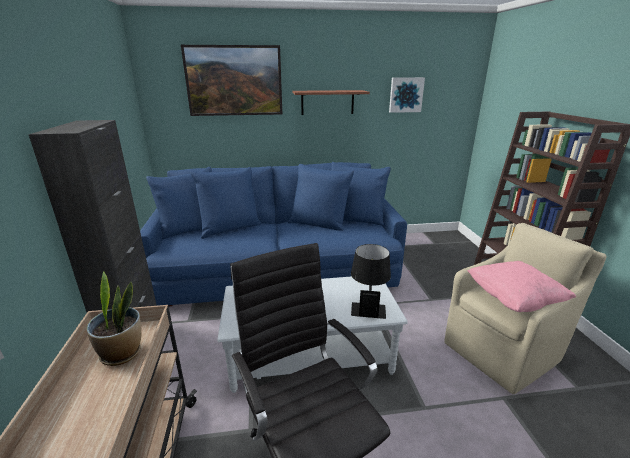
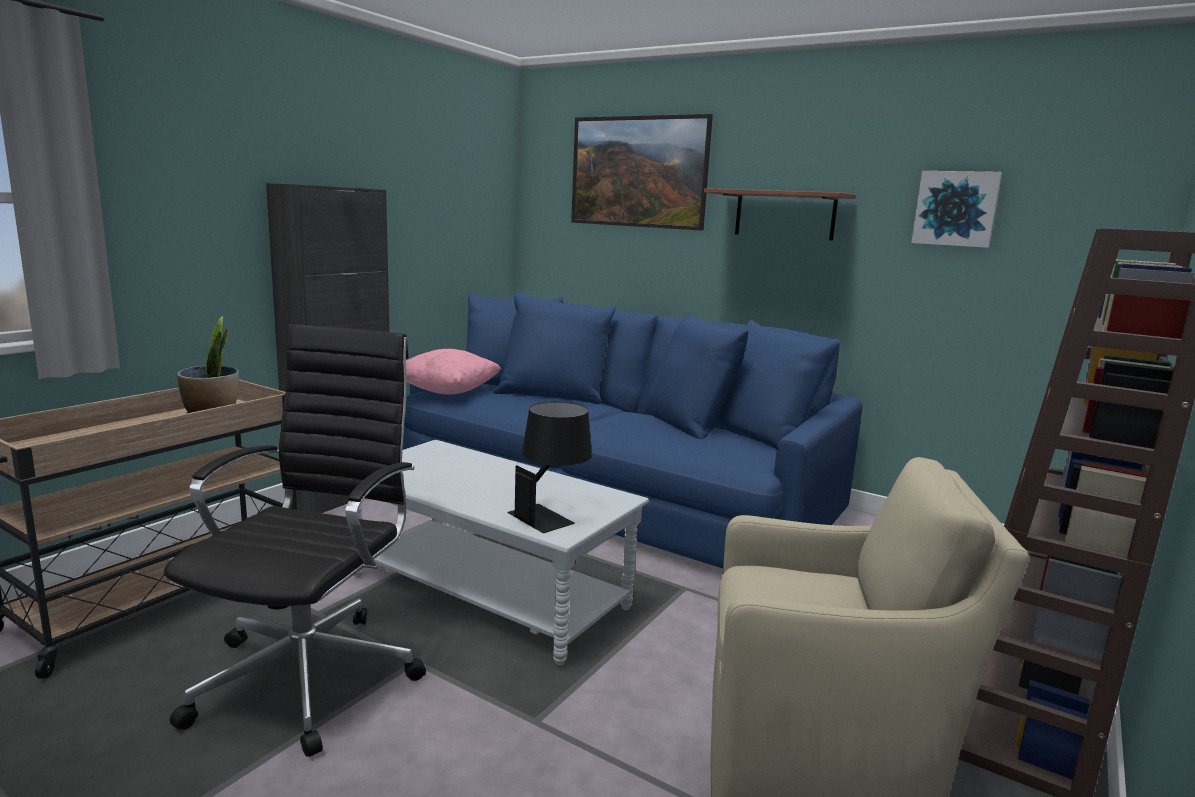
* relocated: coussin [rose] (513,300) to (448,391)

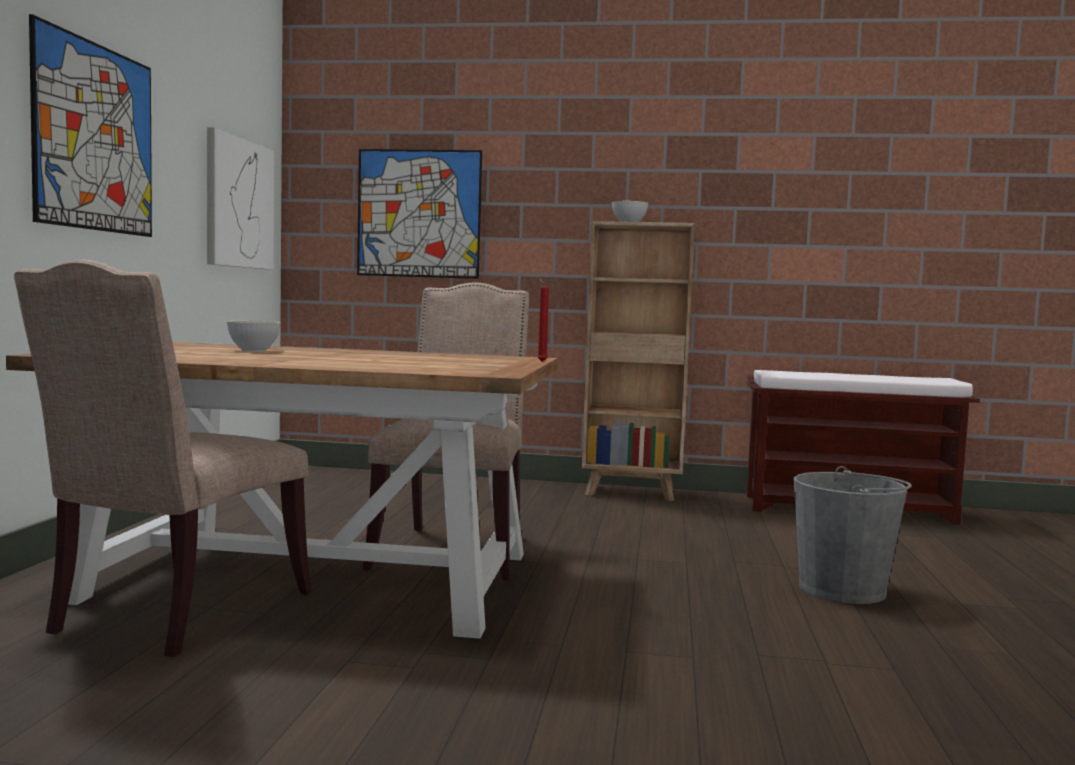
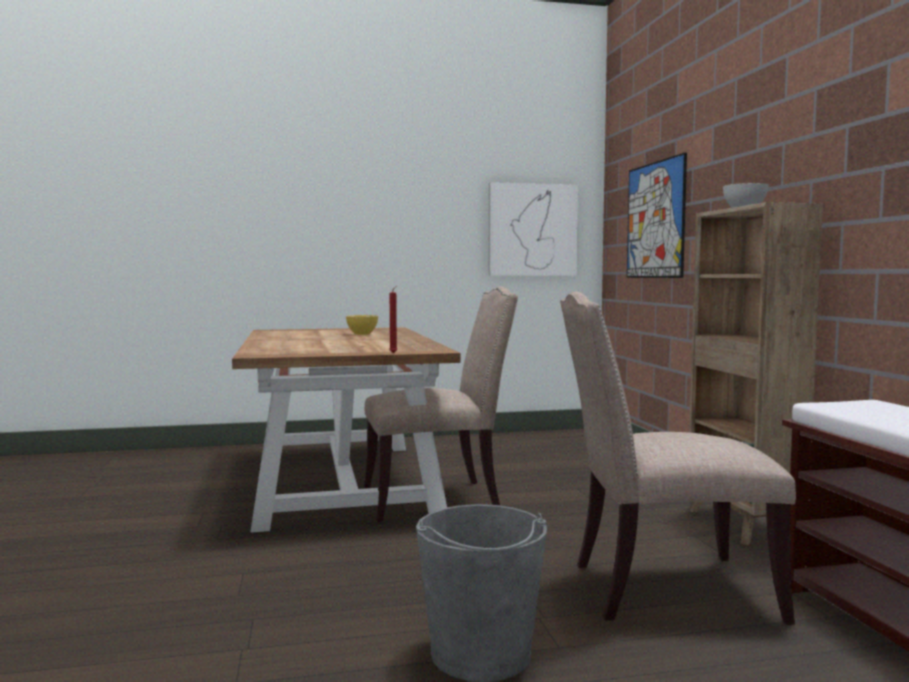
* missing: tableau (95,137)
* relocated: chaise [beige] (174,615) to (663,590)
* colour: bol [gris] (253,350) to bol [jaune] (362,334)

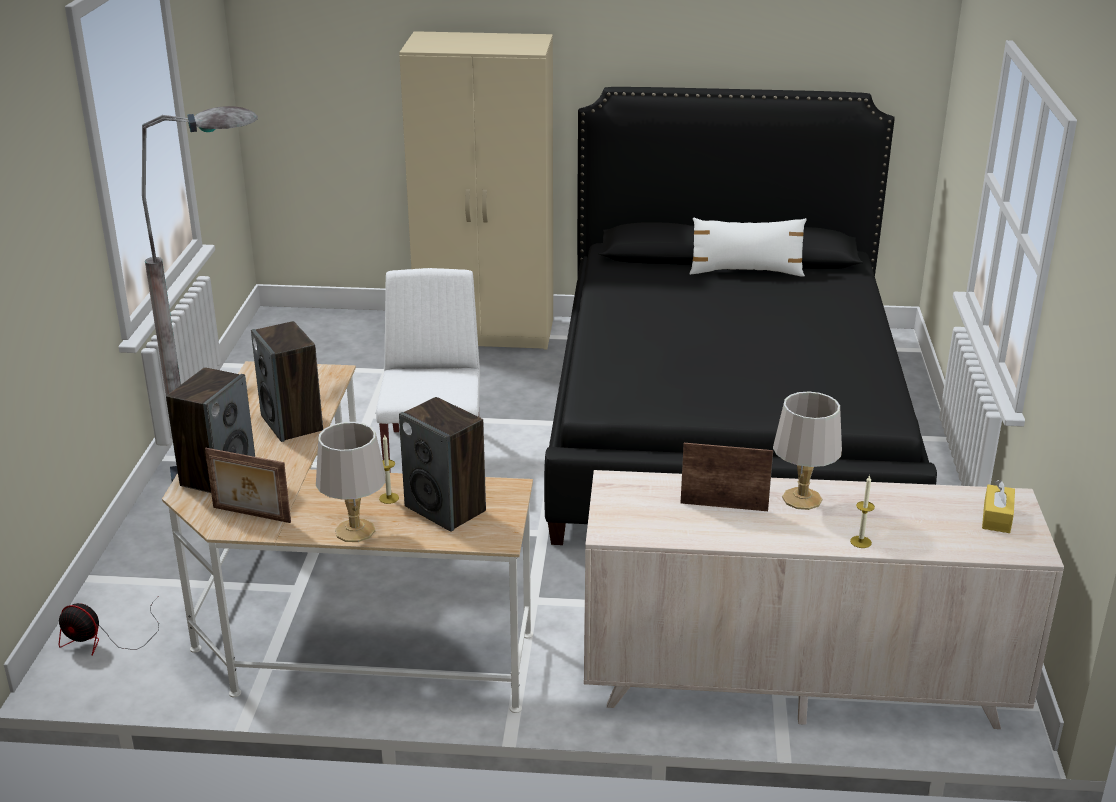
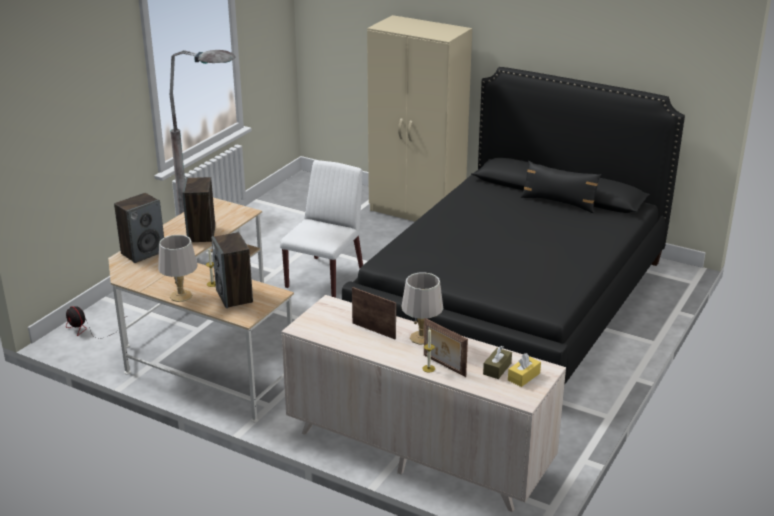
* colour: coussin [blanc] (746,271) to coussin [noir] (558,202)
* relocated: cadre photo (251,515) to (443,366)
* appeared: boîte à mouchoirs [marron] (497,369)

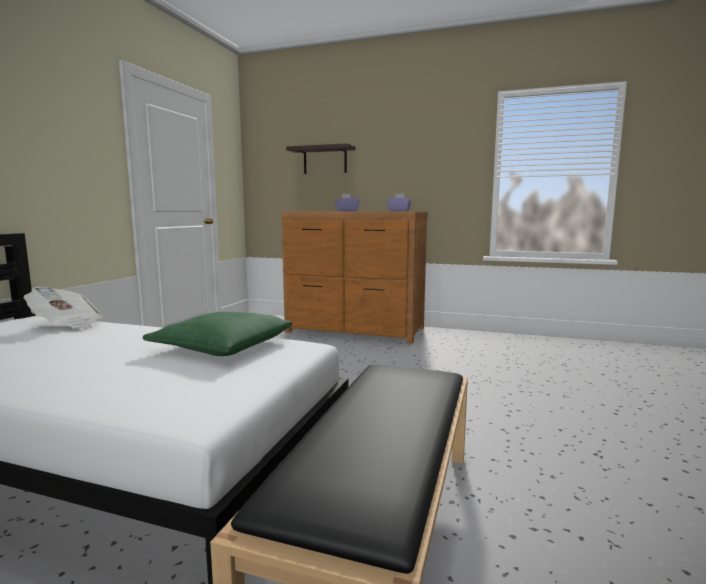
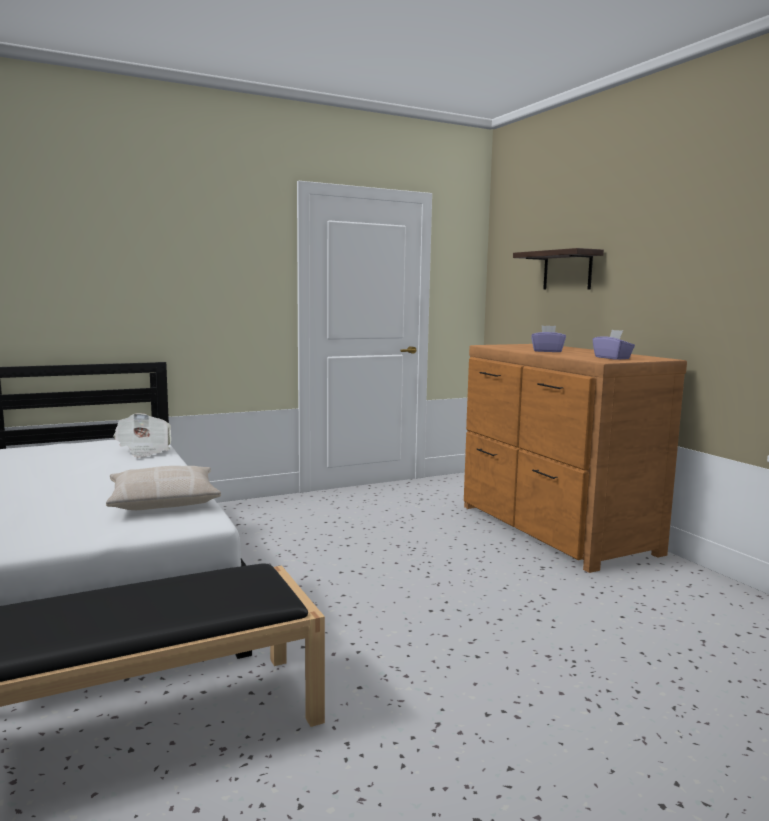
* colour: coussin [vert] (222,346) to coussin [beige] (163,500)

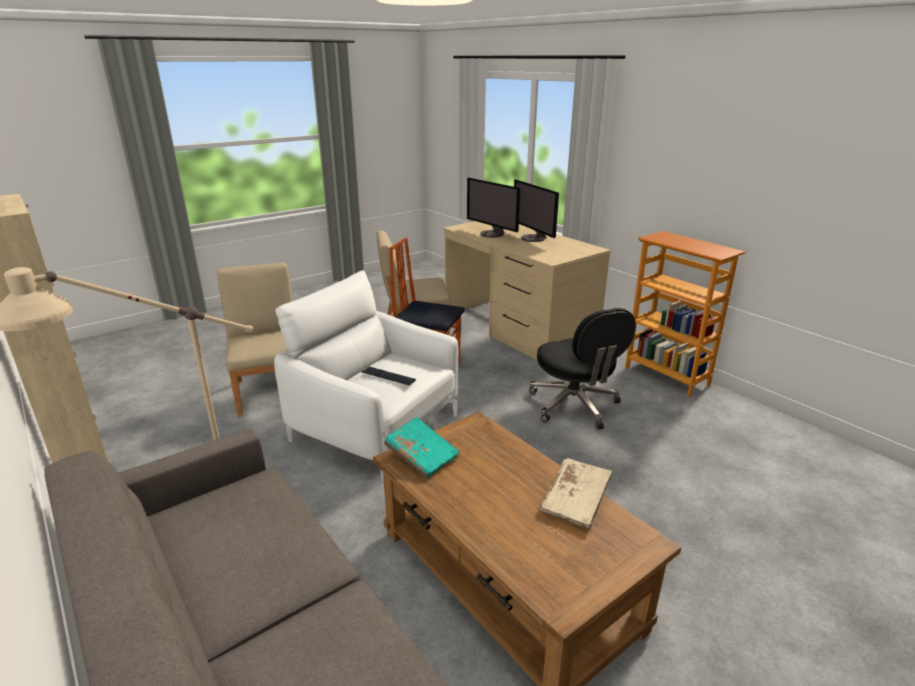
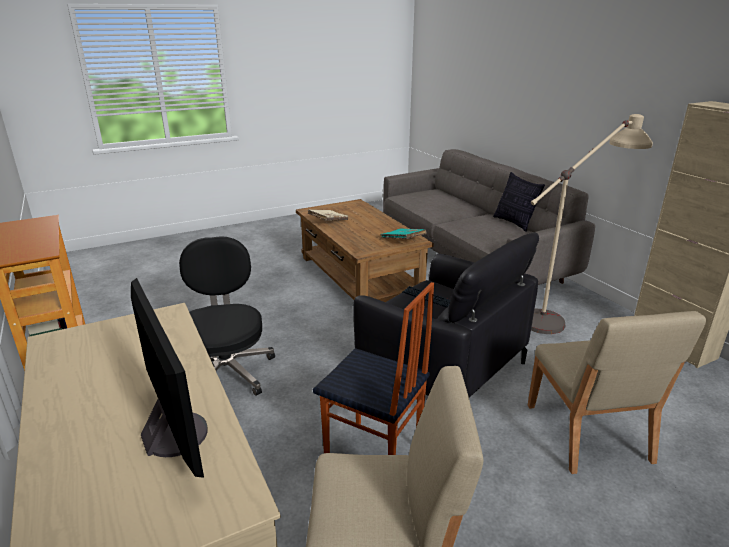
* missing: écran d'ordinateur (533,238)
* colour: fauteuil [blanc] (376,428) to fauteuil [noir] (441,368)
* appeared: coussin (514,223)

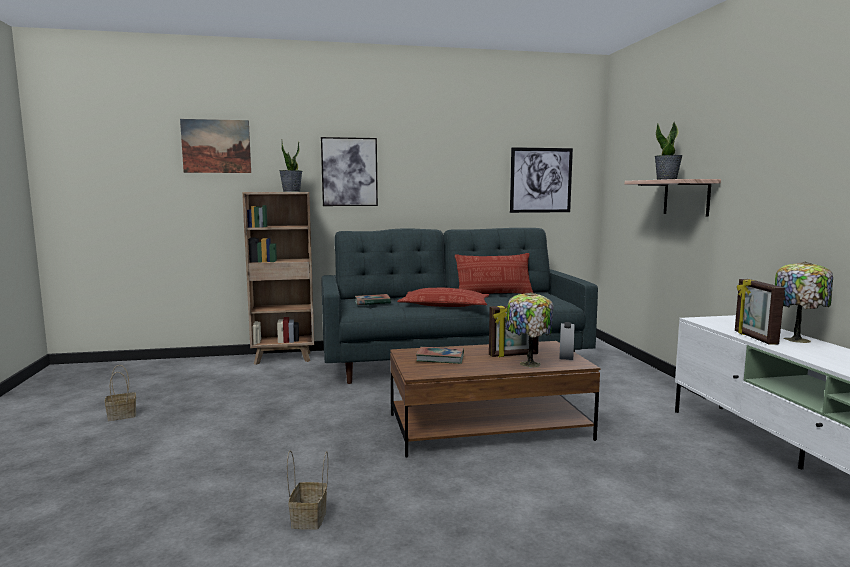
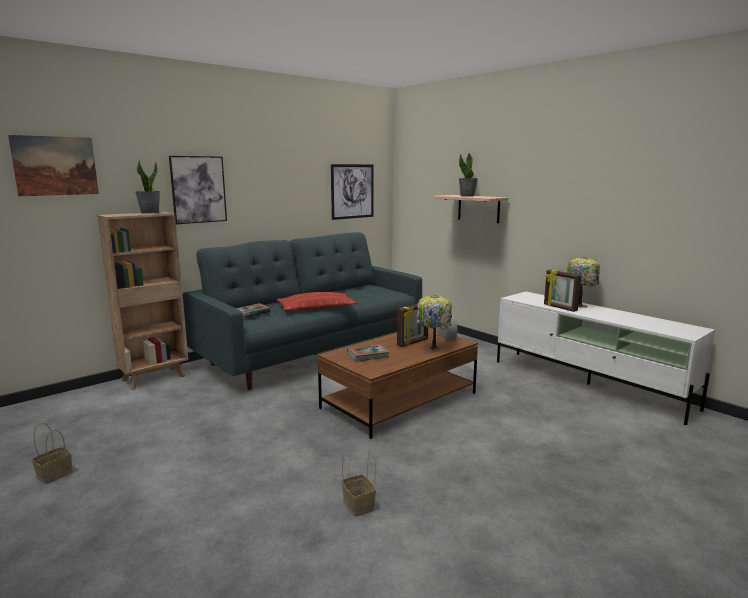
* missing: coussin (494,295)

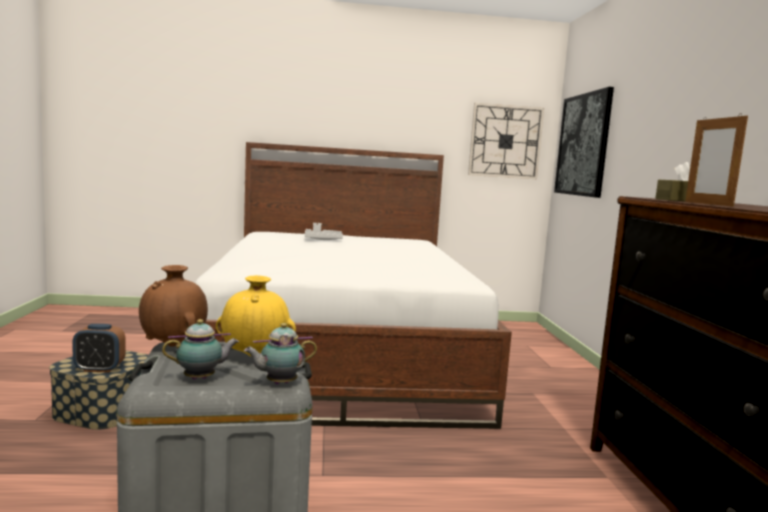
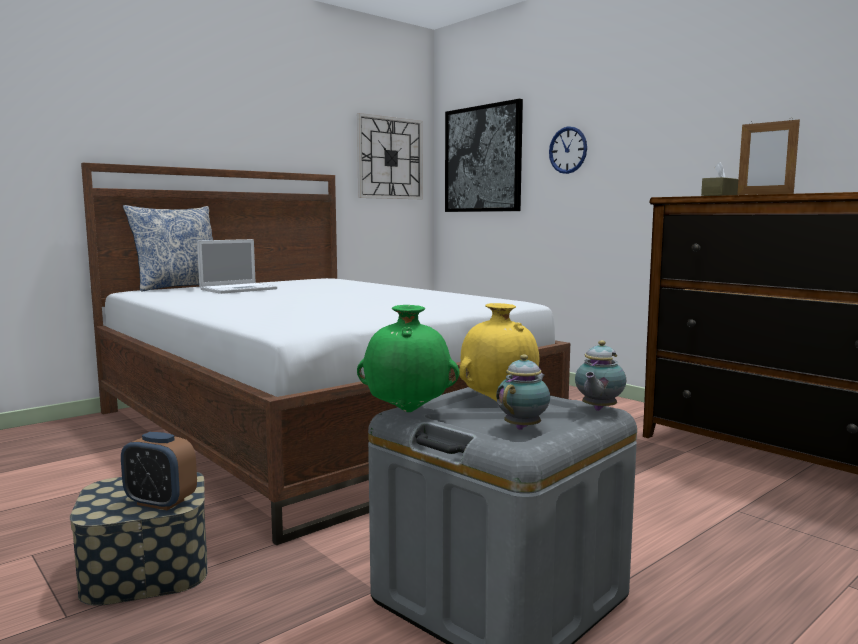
* exchanged: plateau [gris] (323,239) to ordinateur portable (239,289)
* colour: vase [marron] (174,345) to vase [vert] (408,411)
* spun: réveil (99,369) = (160,502) 60 degrees clockwise
* appeared: horloge murale (568,150)
* appeared: coussin (178,287)

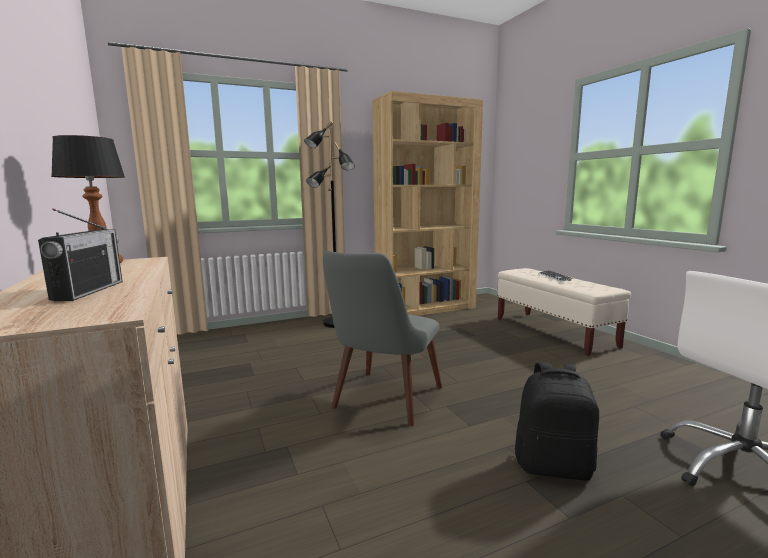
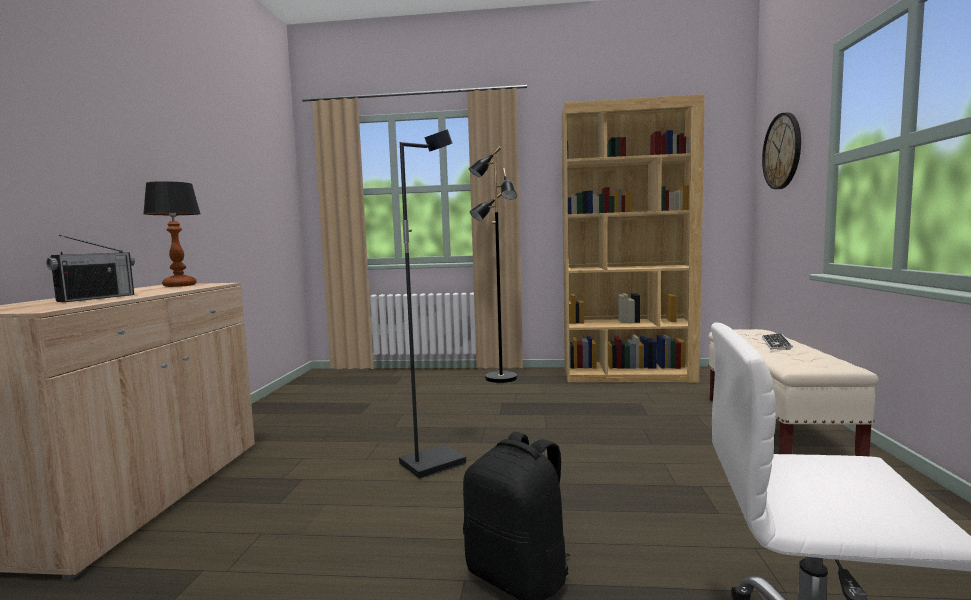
* exchanged: chaise [gris] (382,403) to lampadaire [noir] (432,463)
* appeared: horloge murale (782,151)

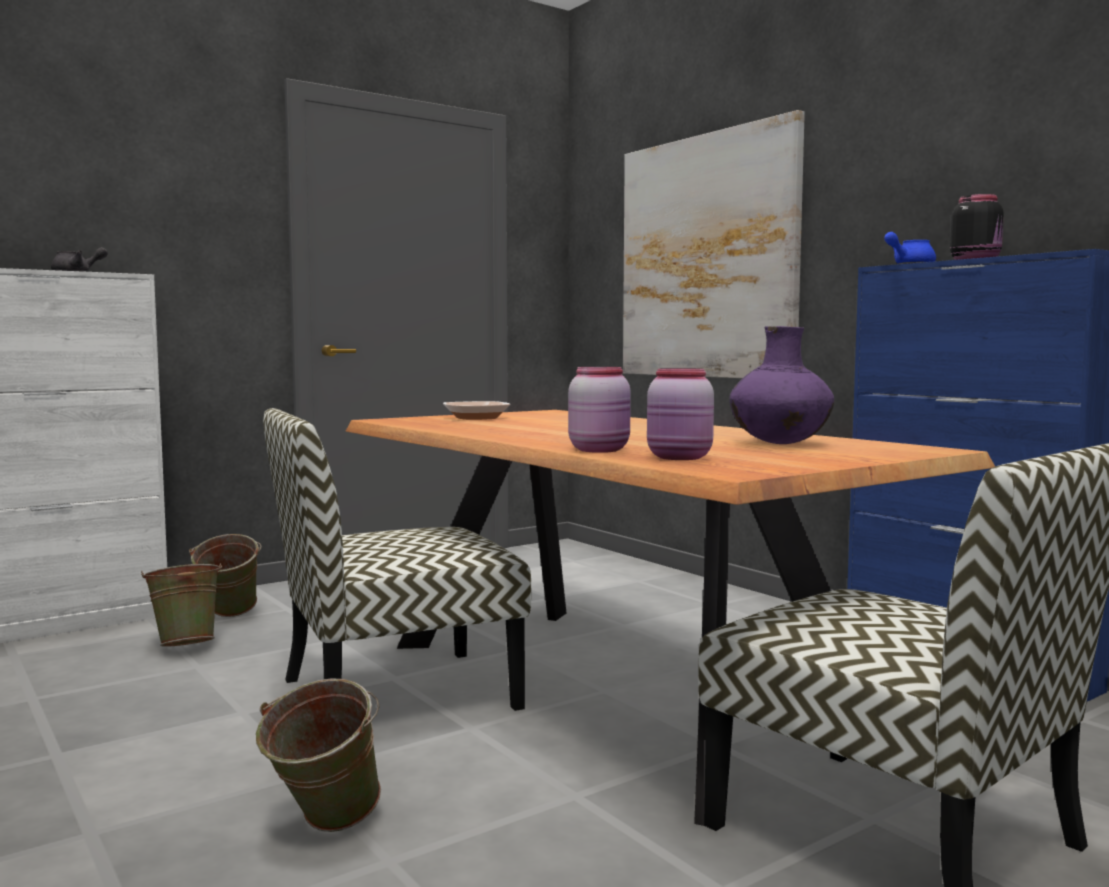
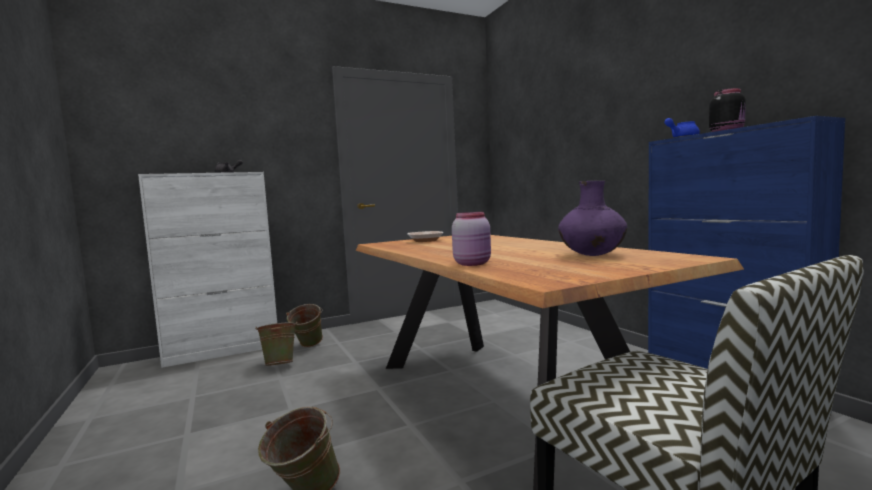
* missing: tableau (706,257)
* missing: bocal [rose] (680,458)
* missing: chaise (395,695)

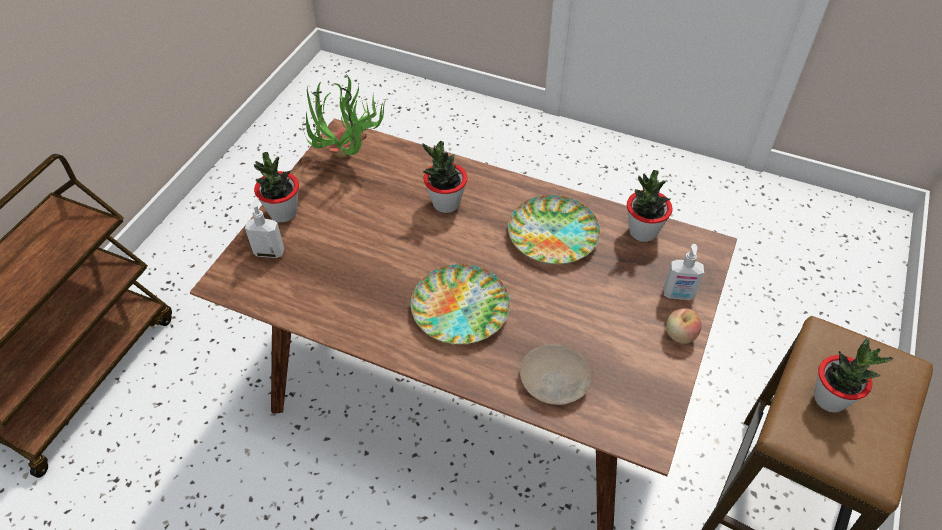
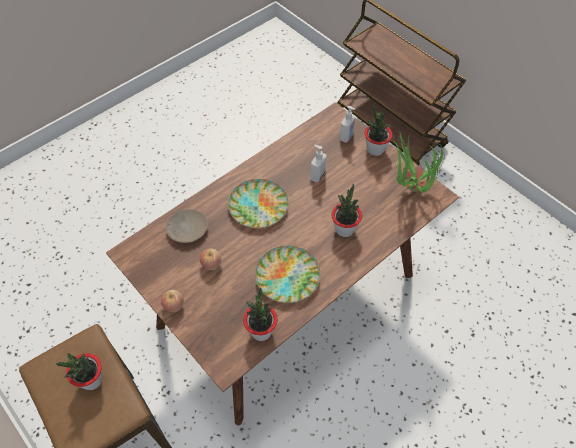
* relocated: distributeur de savon (678,295) to (317,176)
* appeared: pomme (211,264)

